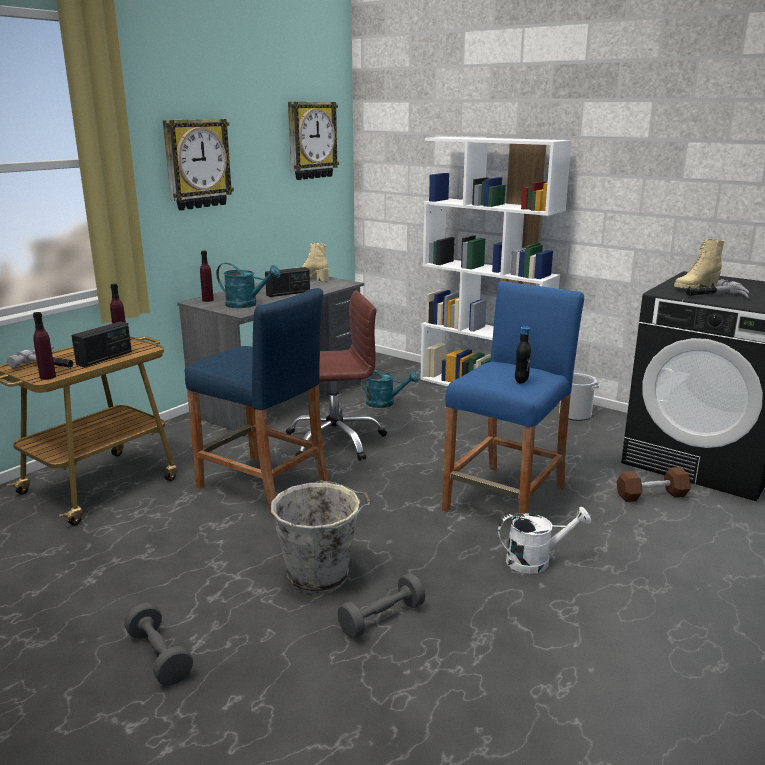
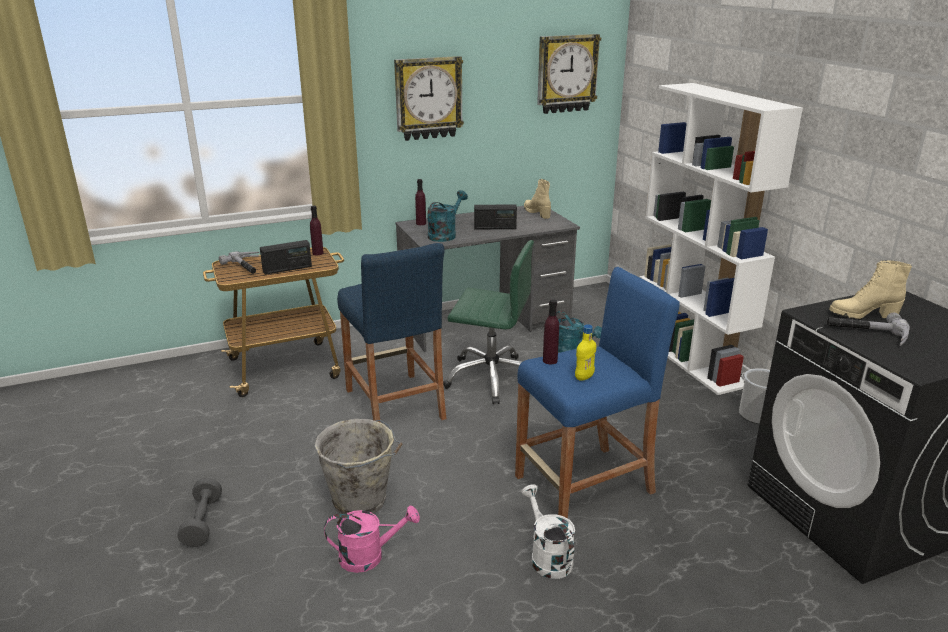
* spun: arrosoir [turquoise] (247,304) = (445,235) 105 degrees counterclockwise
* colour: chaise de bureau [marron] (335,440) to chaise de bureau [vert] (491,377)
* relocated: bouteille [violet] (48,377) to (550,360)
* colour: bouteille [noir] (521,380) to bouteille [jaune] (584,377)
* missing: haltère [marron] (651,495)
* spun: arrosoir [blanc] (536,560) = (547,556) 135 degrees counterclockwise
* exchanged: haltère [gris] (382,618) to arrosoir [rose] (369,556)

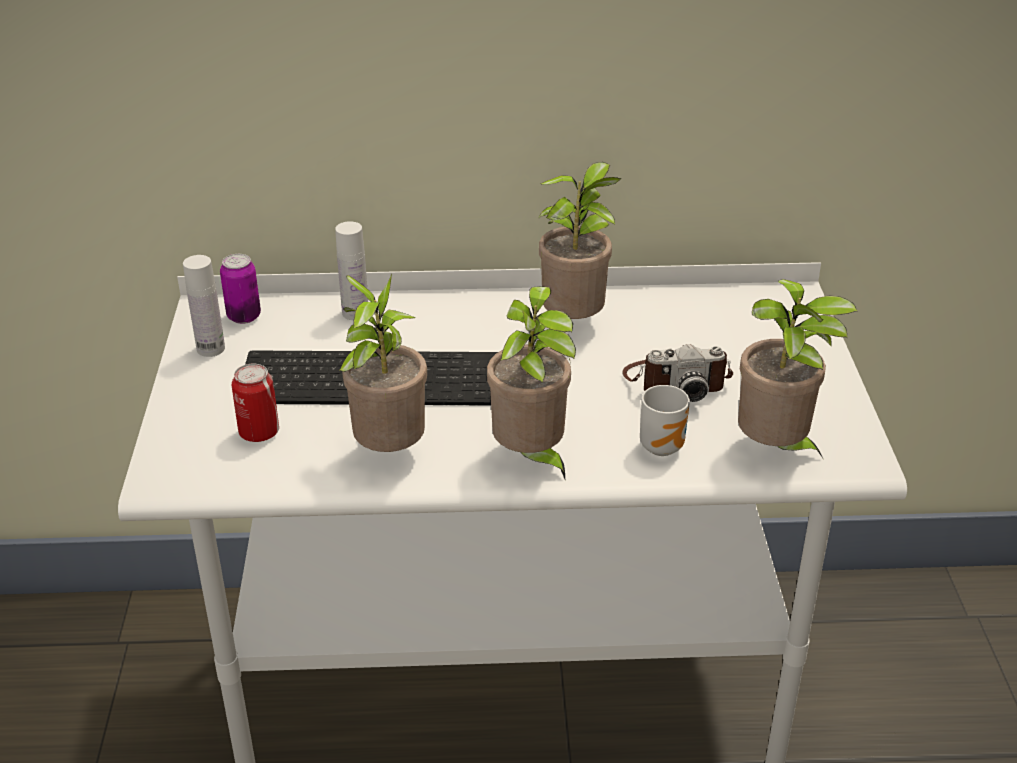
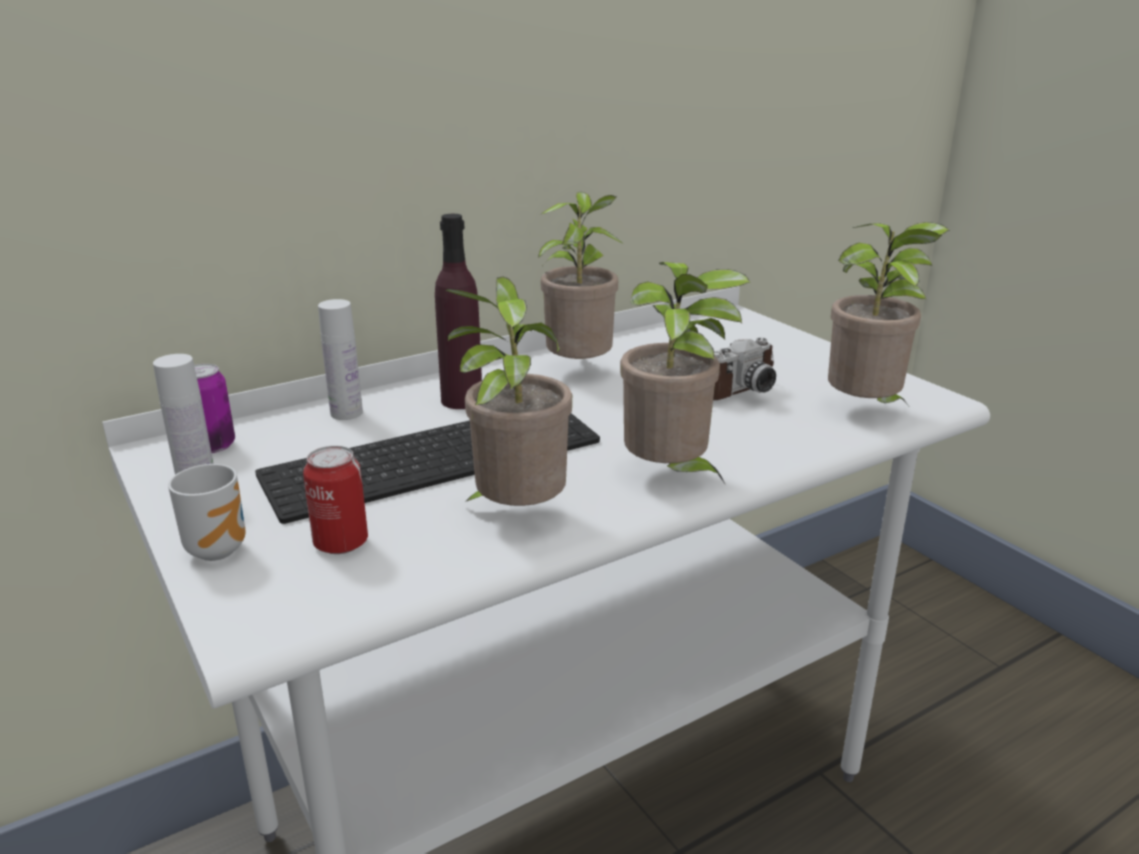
* relocated: mug (664,446) to (220,548)
* appeared: bouteille [violet] (462,400)

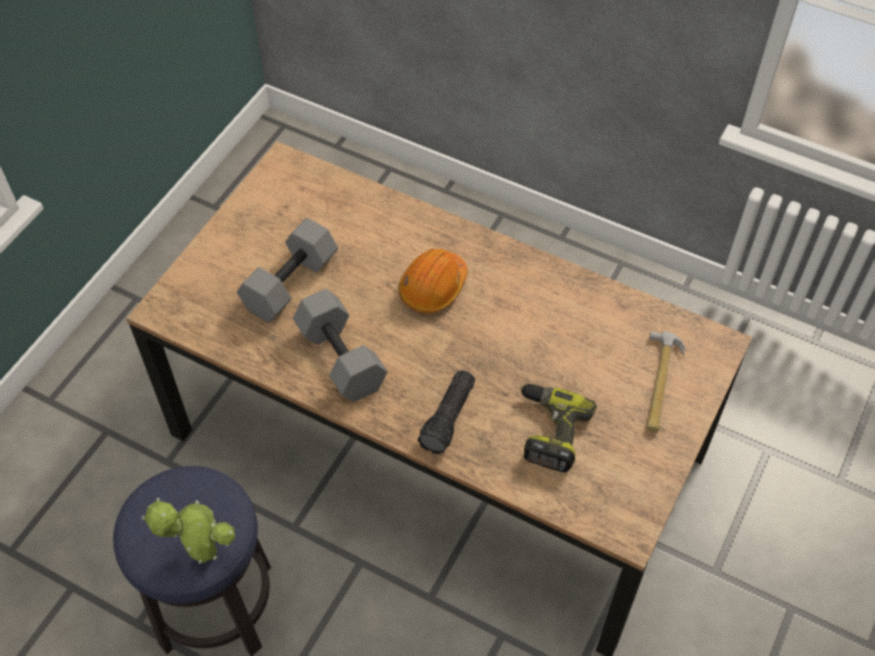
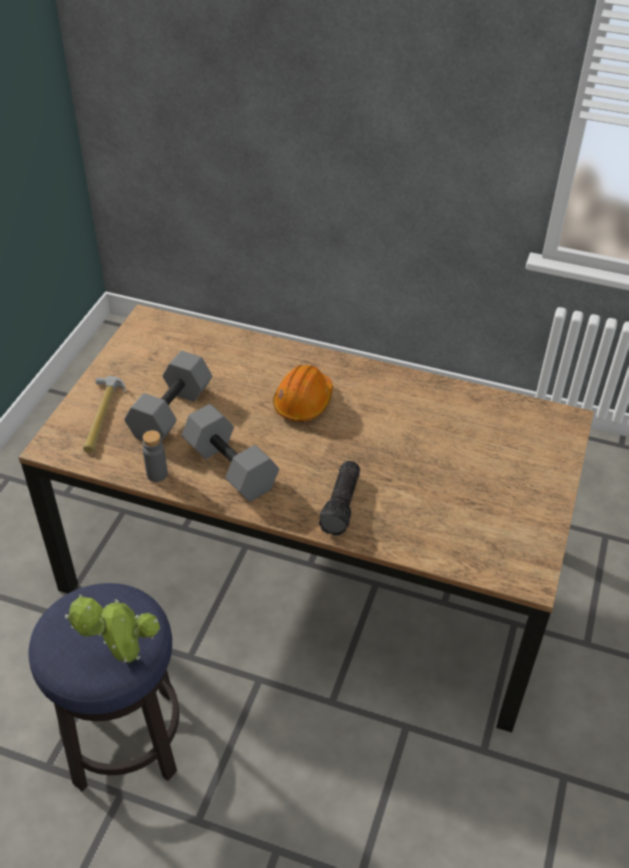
* relocated: marteau (659,383) to (101,416)
* missing: perceuse (548,431)
* appeared: bouteille [gris] (157,474)

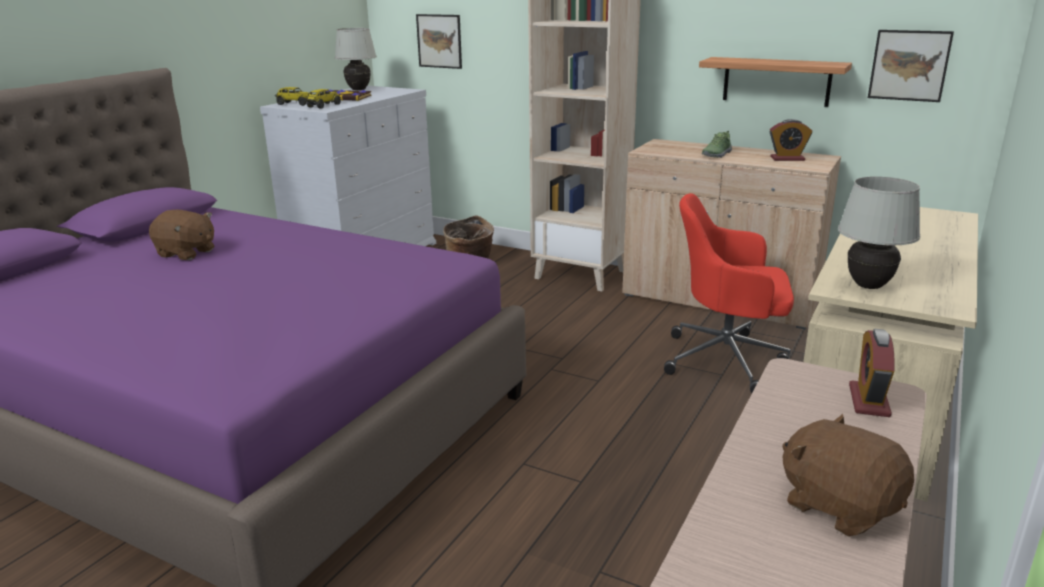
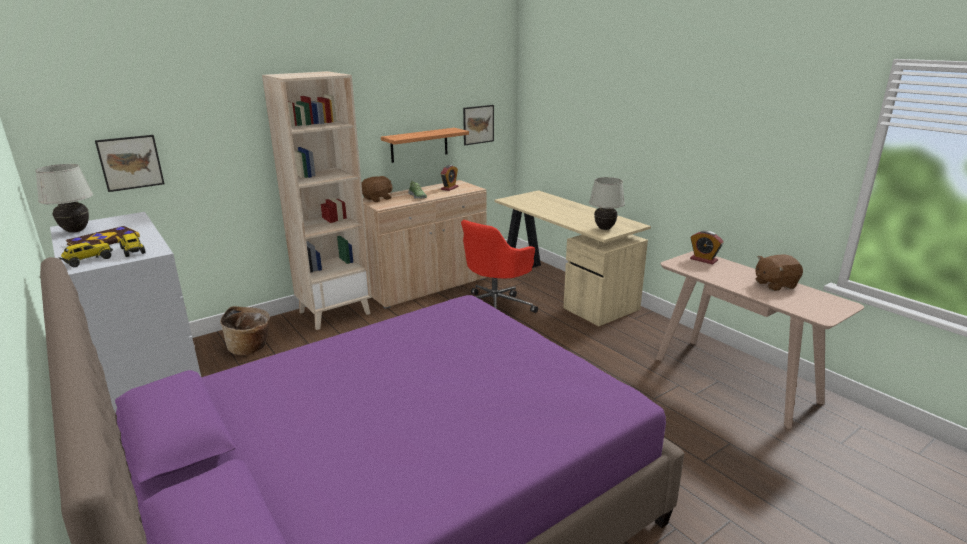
* relocated: peluche [marron] (186,253) to (378,199)

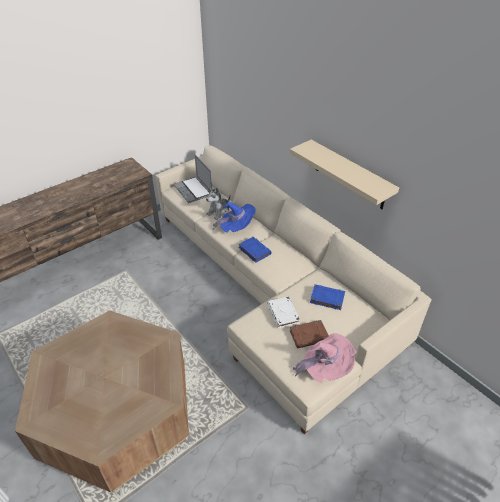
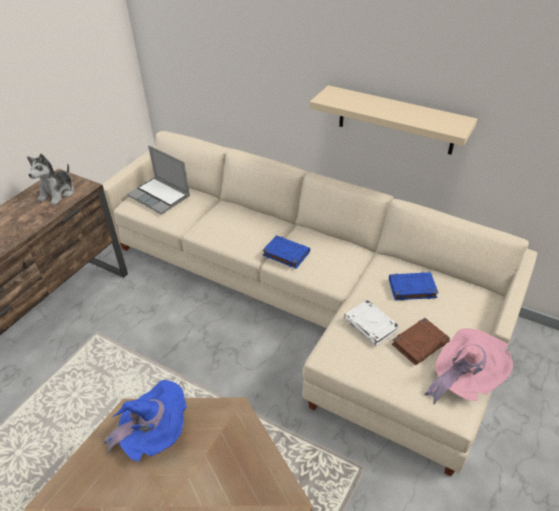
* relocated: peluche (219,212) to (58,193)
* relocated: chapeau [bleu] (237,228) to (154,434)

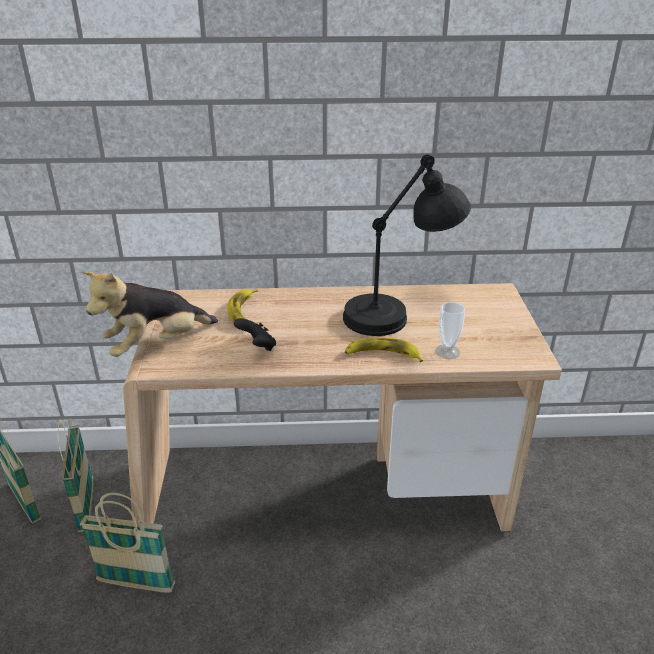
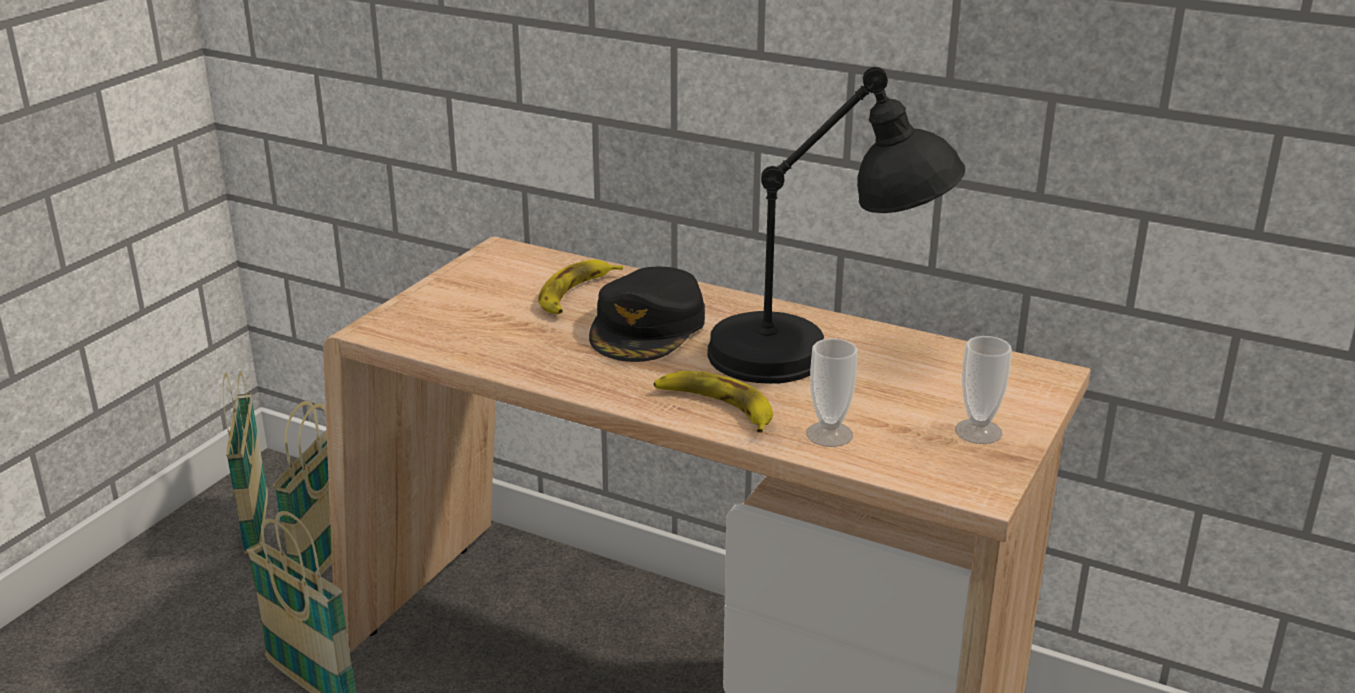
* missing: peluche (156,345)
* missing: manette [noir] (257,346)
* appeared: casquette [noir] (648,328)
* appeared: tasse (978,431)

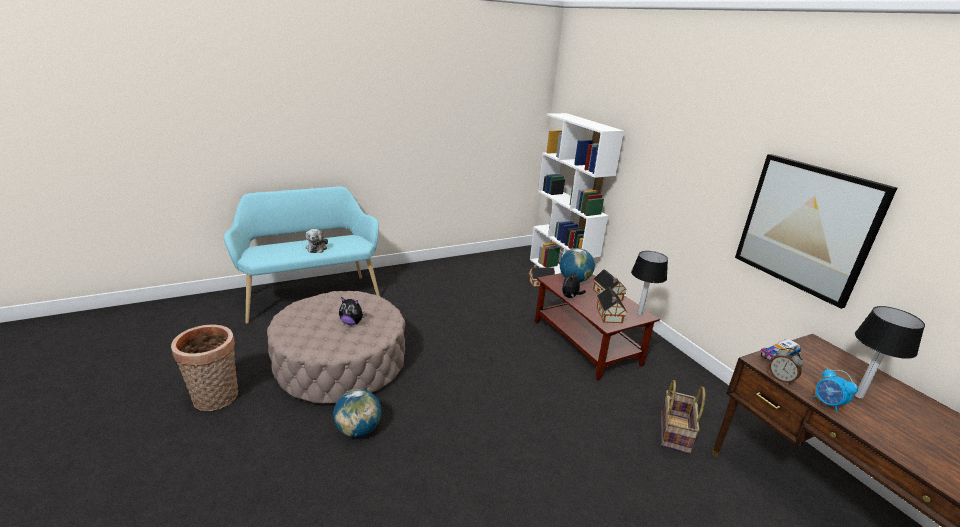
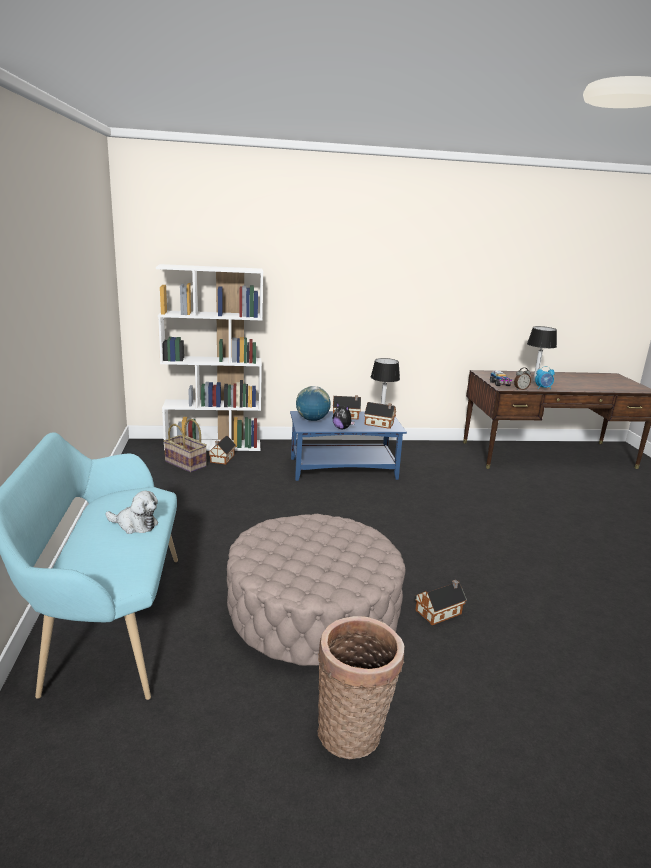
* missing: tableau (806,227)
* colour: table basse [marron] (585,342) to table basse [bleu] (342,469)
* missing: peluche (352,323)
* relocated: panier (675,433) to (186,464)
* exchanged: globe (358,430) to maison miniature (440,612)

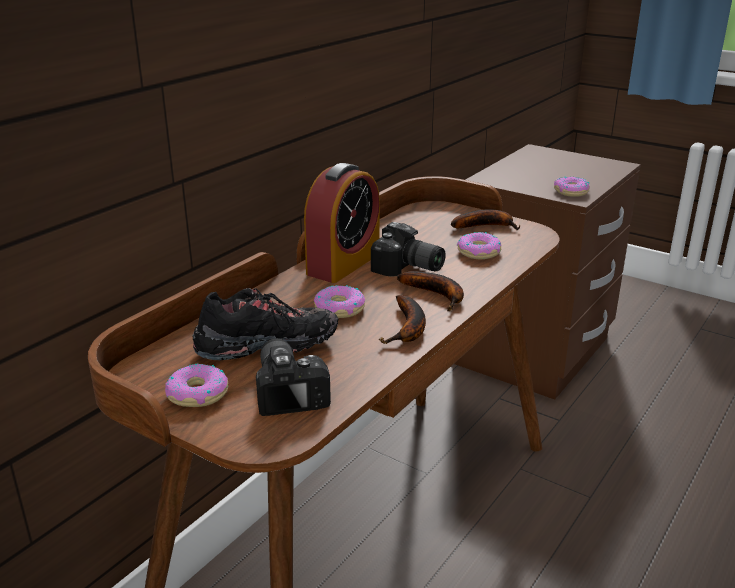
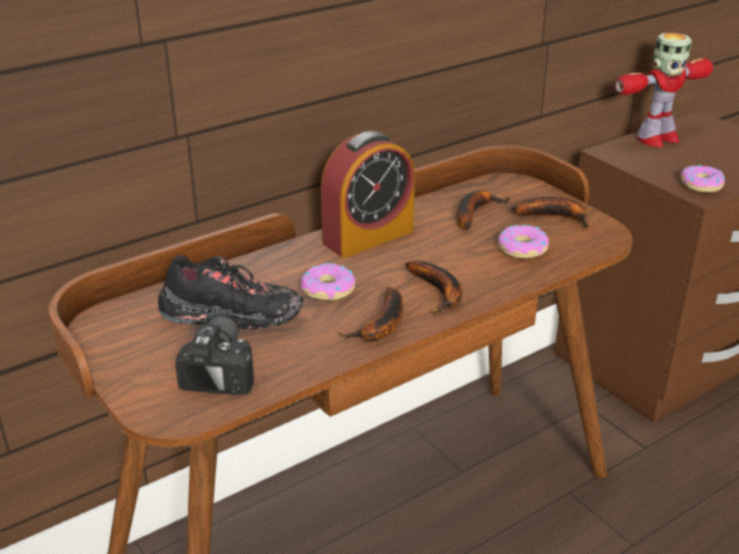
* missing: appareil photo (407,269)
* missing: beignet (197,394)
* appeared: robot jouet (656,139)
* appeared: banane (474,213)

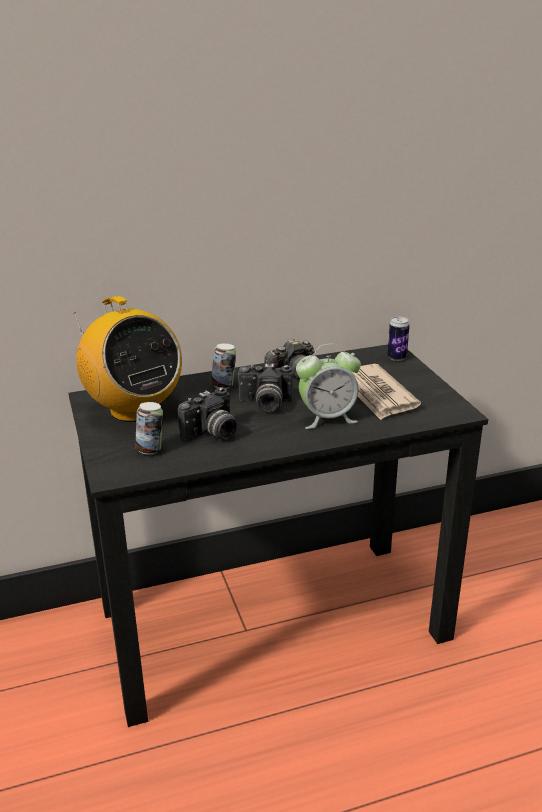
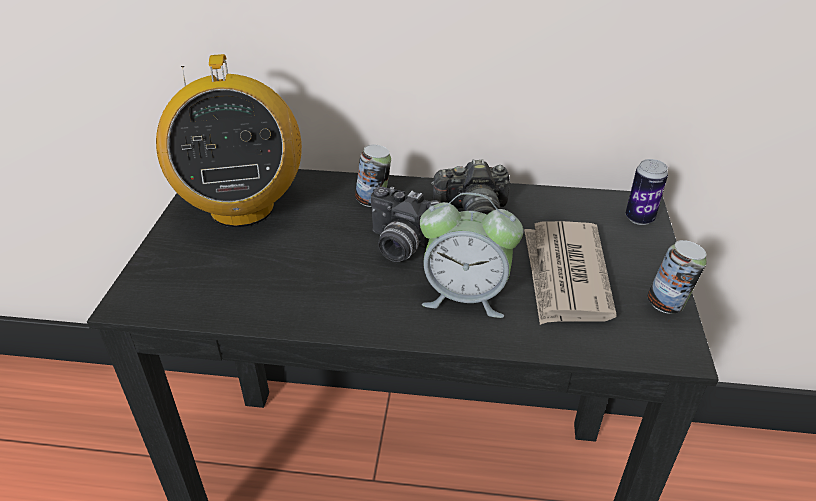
* missing: appareil photo (212,434)
* relocated: boîte métallique (151,450) to (667,305)

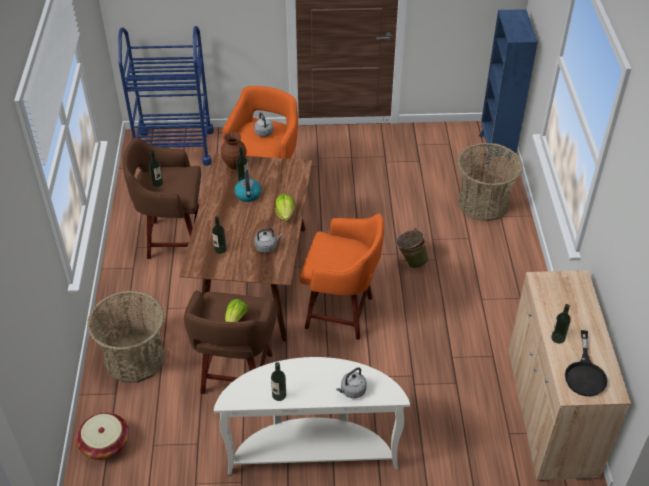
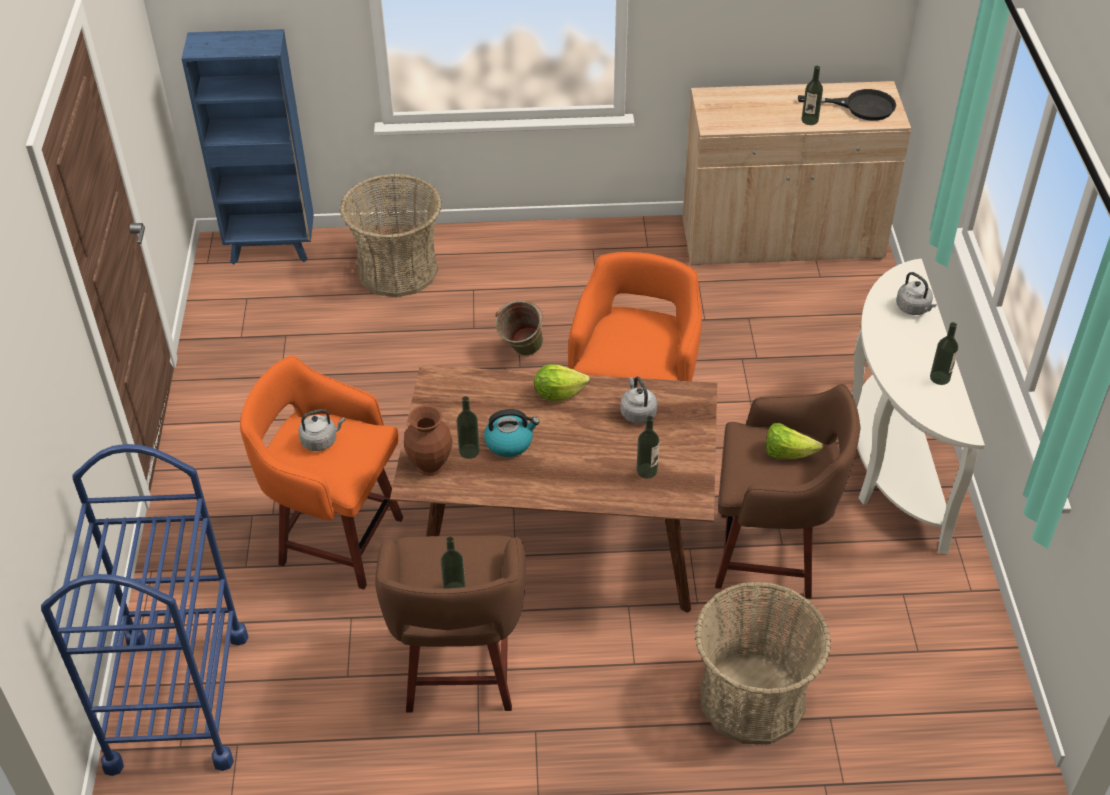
* missing: panier (105,444)

